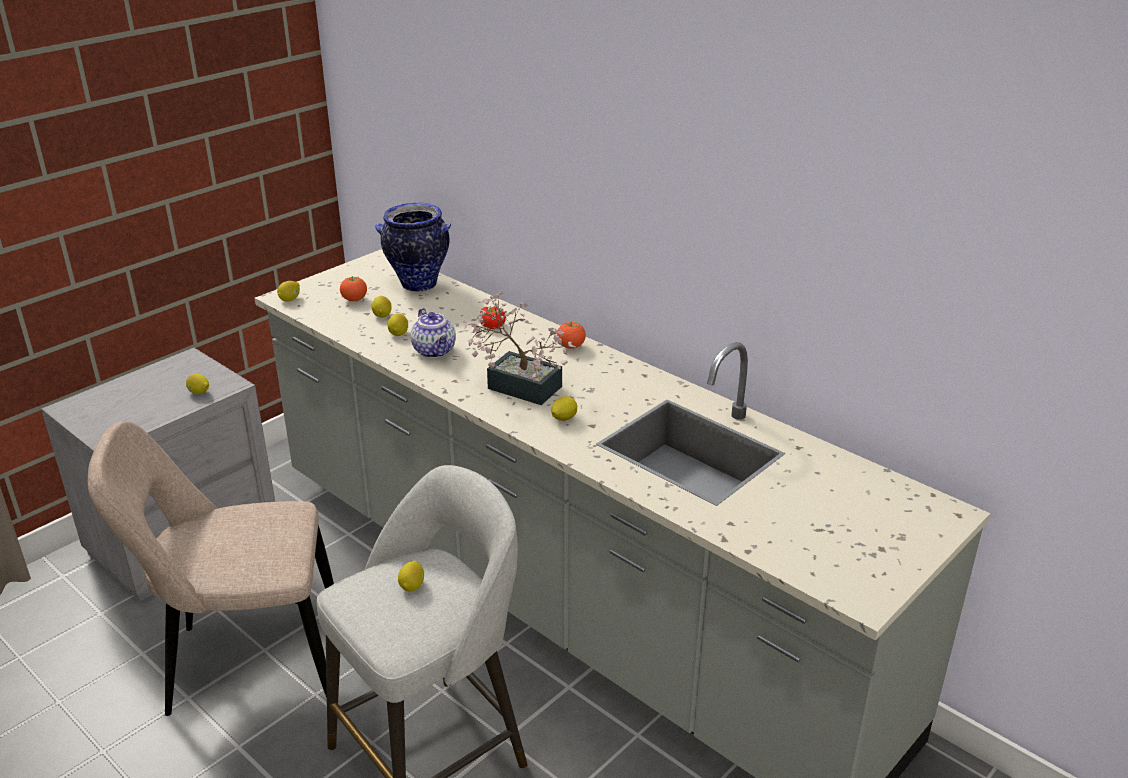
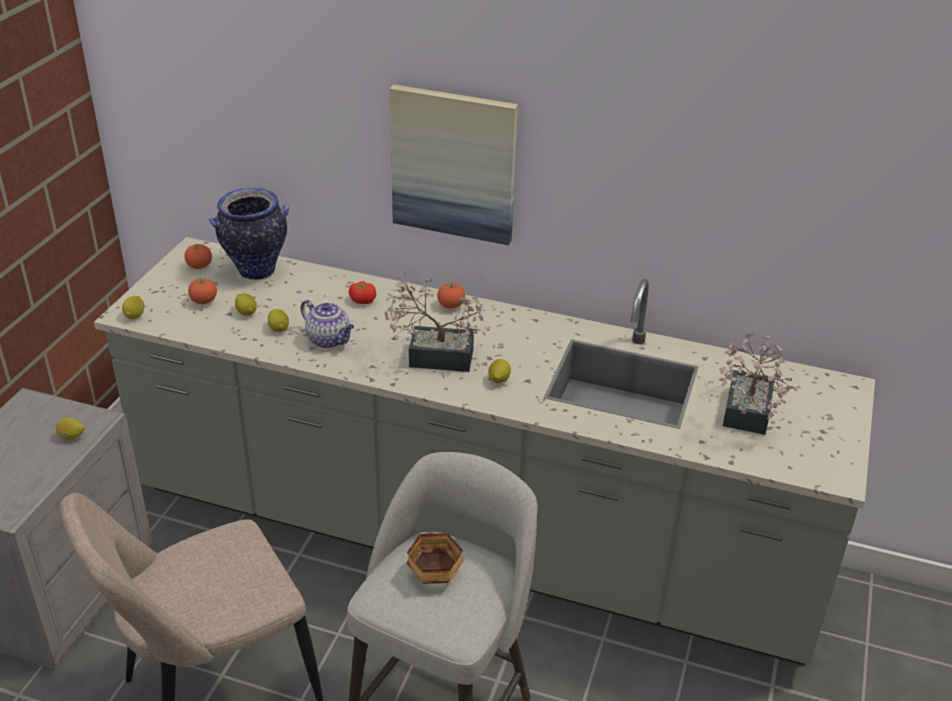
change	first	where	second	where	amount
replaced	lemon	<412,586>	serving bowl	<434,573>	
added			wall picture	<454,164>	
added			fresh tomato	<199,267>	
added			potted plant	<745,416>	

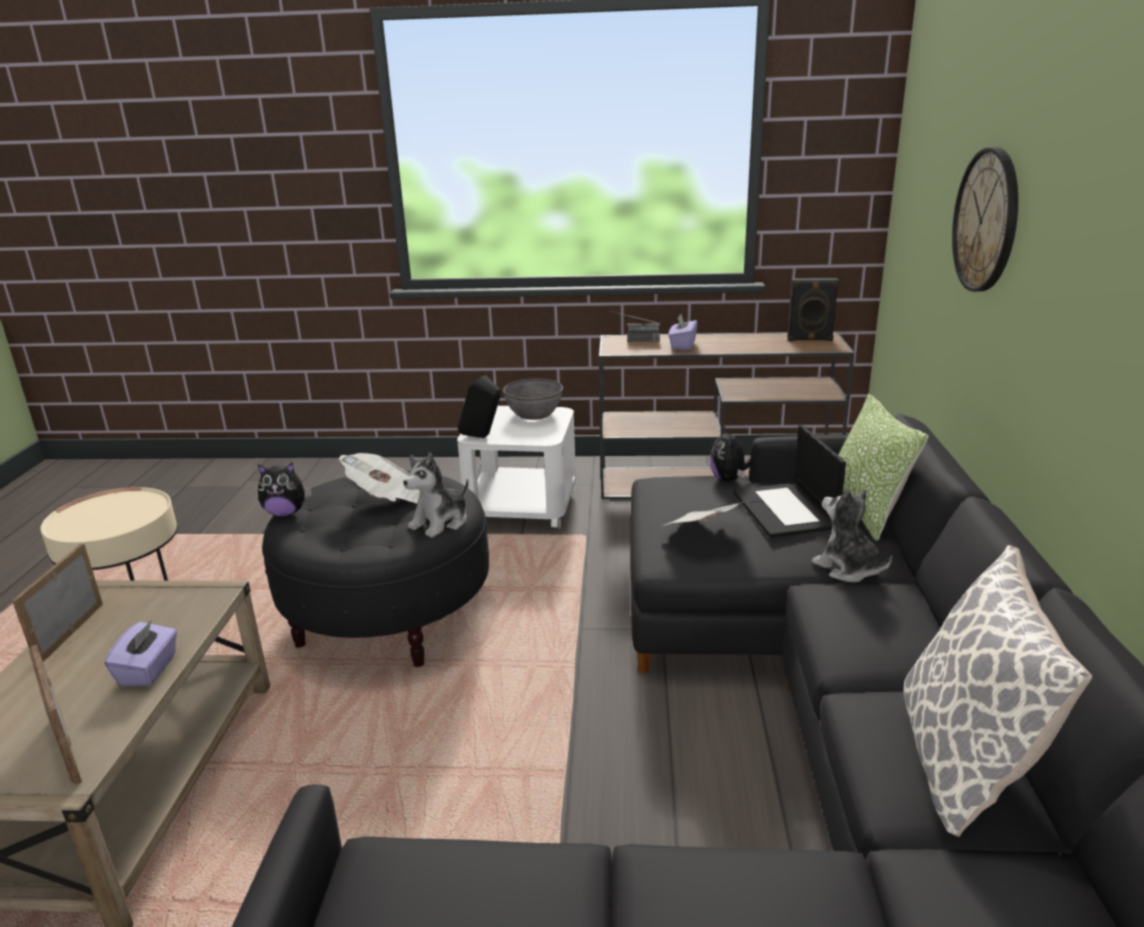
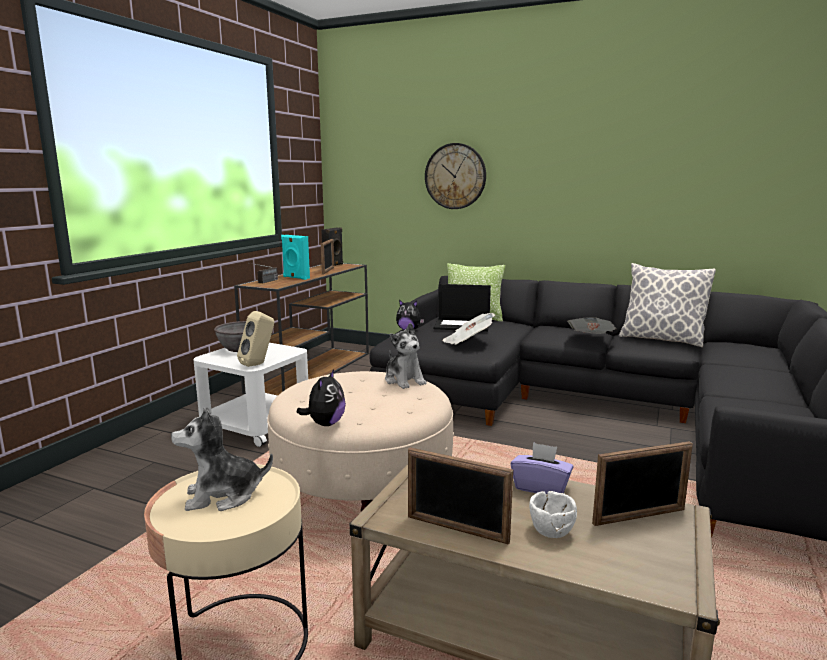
change	first	where	second	where	amount
replaced	tissue box in purple-coloured	<682,345>	speaker in turquoise-coloured	<295,278>	
recoloured	speaker in blackish	<483,437>	speaker in beige-coloured	<259,364>	
moved	printed paper	<387,498>		<591,339>	
recoloured	ottoman in blackish	<390,617>	ottoman in beige-coloured	<363,492>	
moved	plush toy	<847,568>		<223,496>	
added			picture frame	<328,271>	
added			serving bowl in whitish	<550,530>	

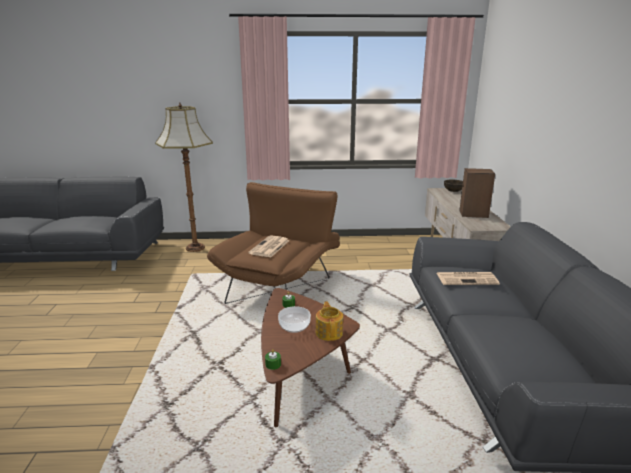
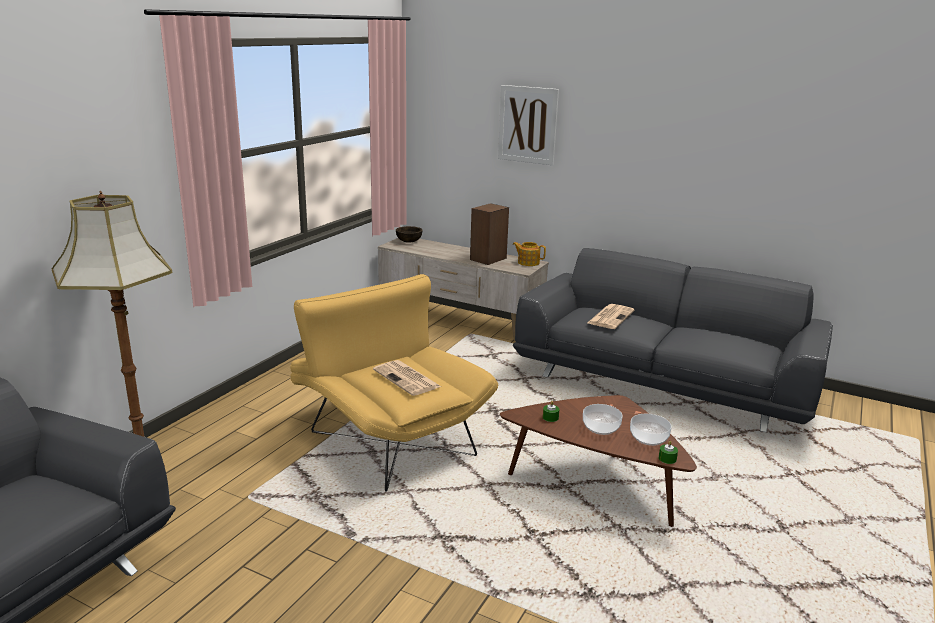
change	first	where	second	where	amount
recoloured	armchair in brown-coloured	<281,286>	armchair in yellow	<388,436>	
moved	pot for tea	<329,332>		<528,262>	
added			wall picture	<527,125>	
added			serving bowl	<649,438>	

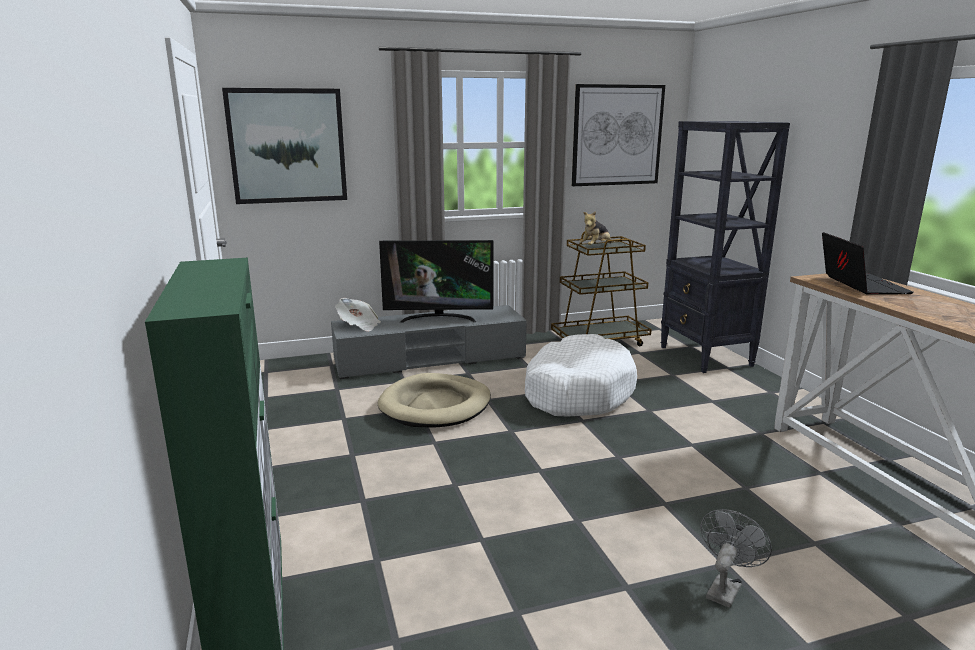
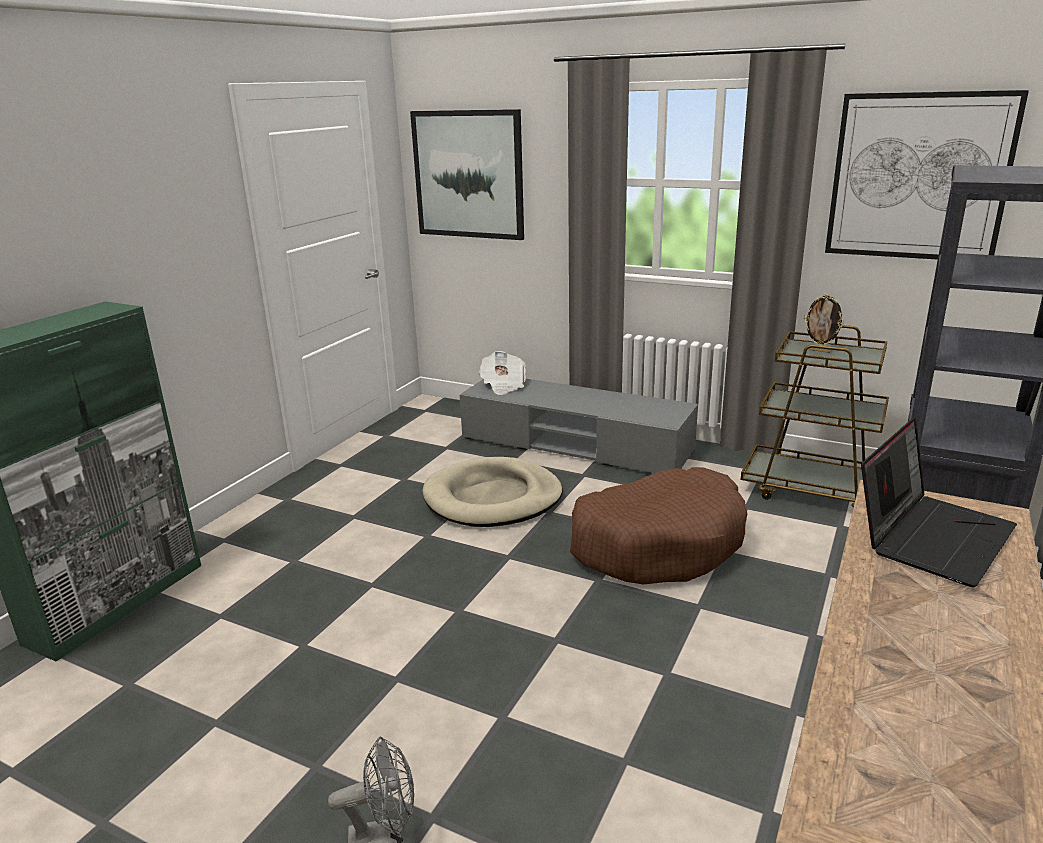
change	first	where	second	where	amount
replaced	plush toy	<596,247>	picture frame	<820,350>	
removed	TV	<438,318>			
recoloured	dog bed in whitish	<577,391>	dog bed in brown-coloured	<658,543>	

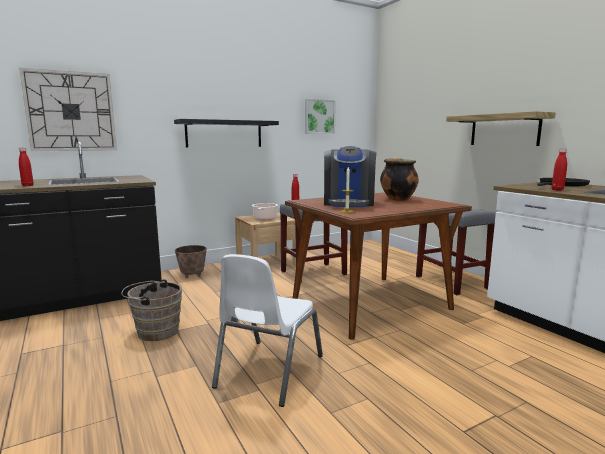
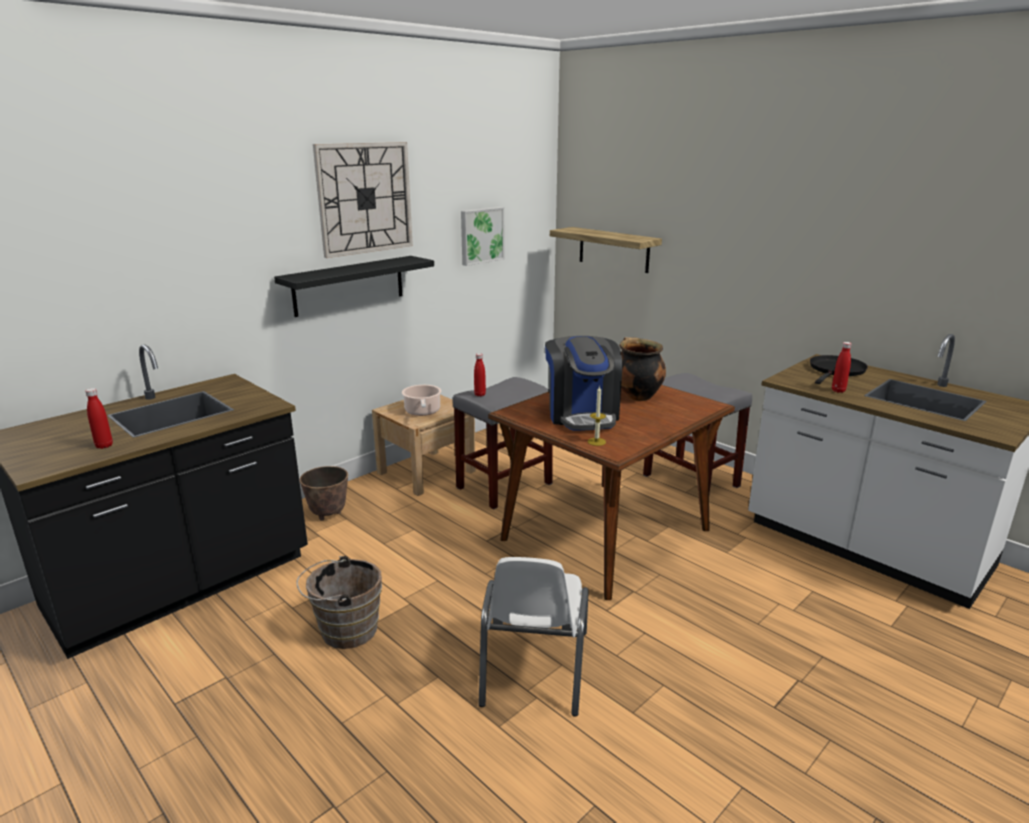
change	first	where	second	where	amount
moved	wall clock	<71,111>		<365,198>	
moved	shelf	<504,130>		<613,249>	

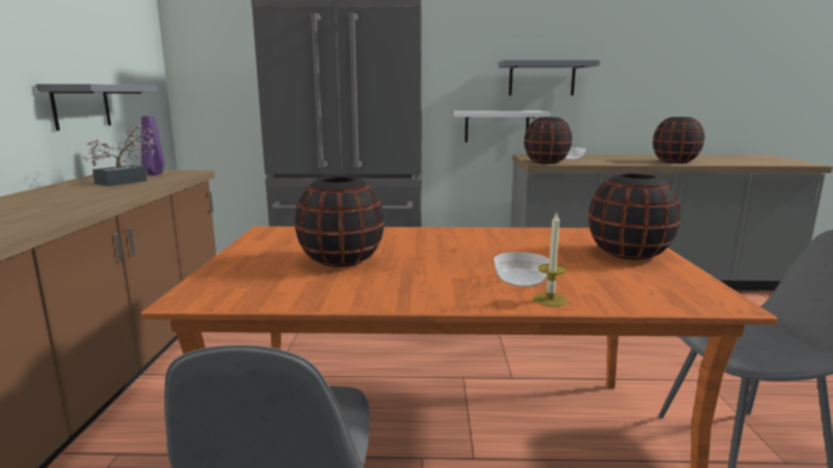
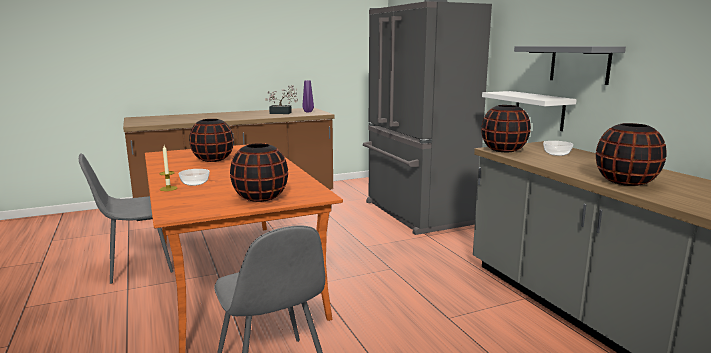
change	first	where	second	where	amount
removed	shelf in grey	<81,106>			

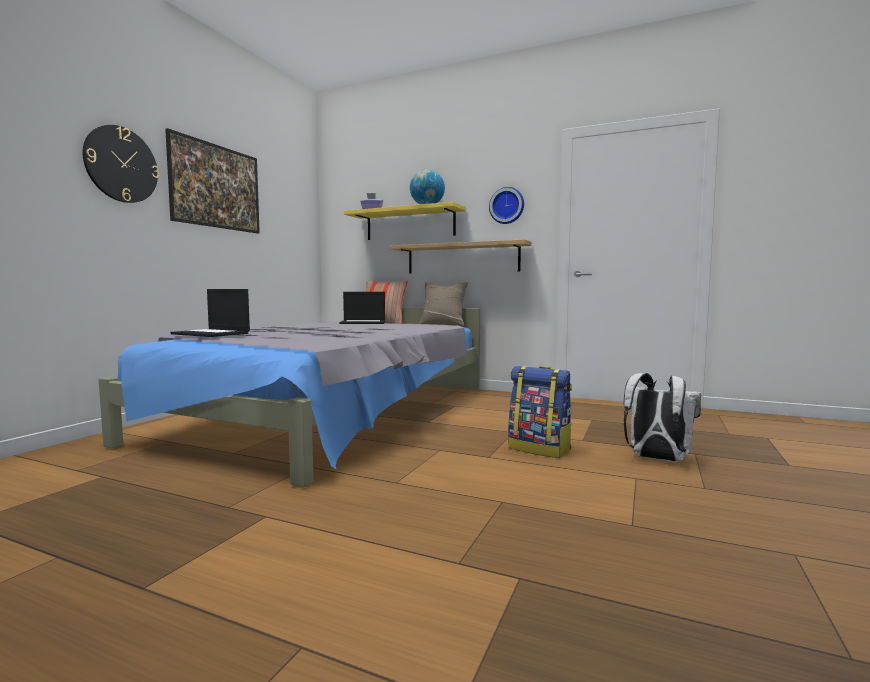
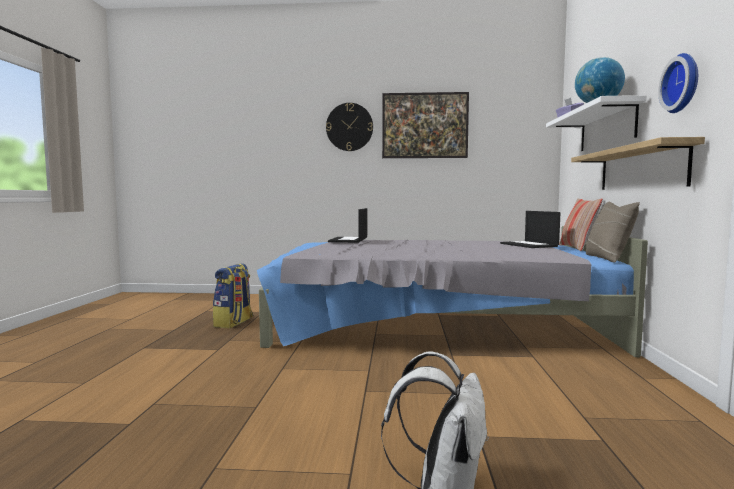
change	first	where	second	where	amount
recoloured	shelf in yellow	<410,224>	shelf in whitish	<606,128>	
moved	backpack	<540,449>		<234,323>	

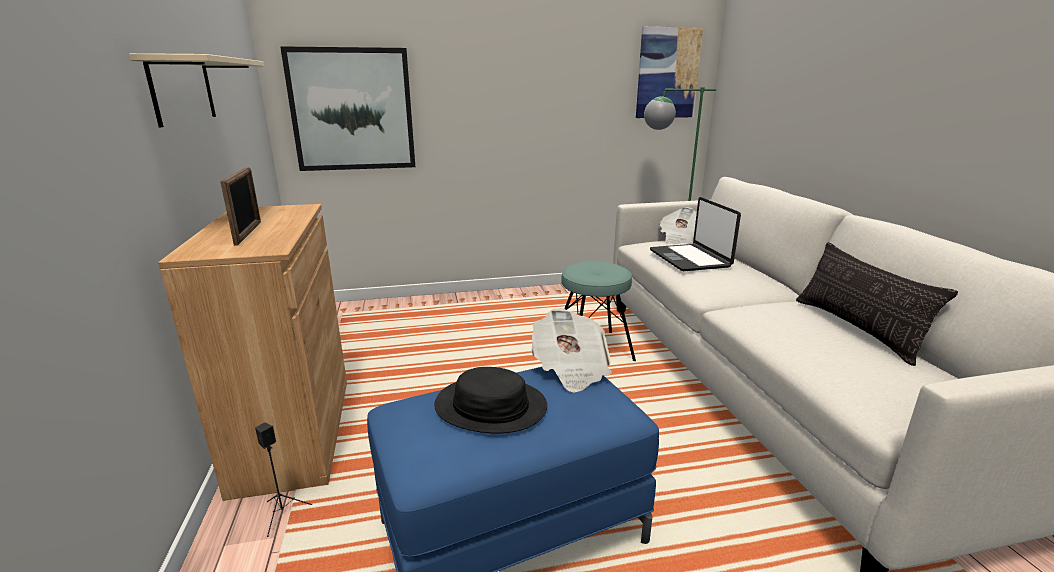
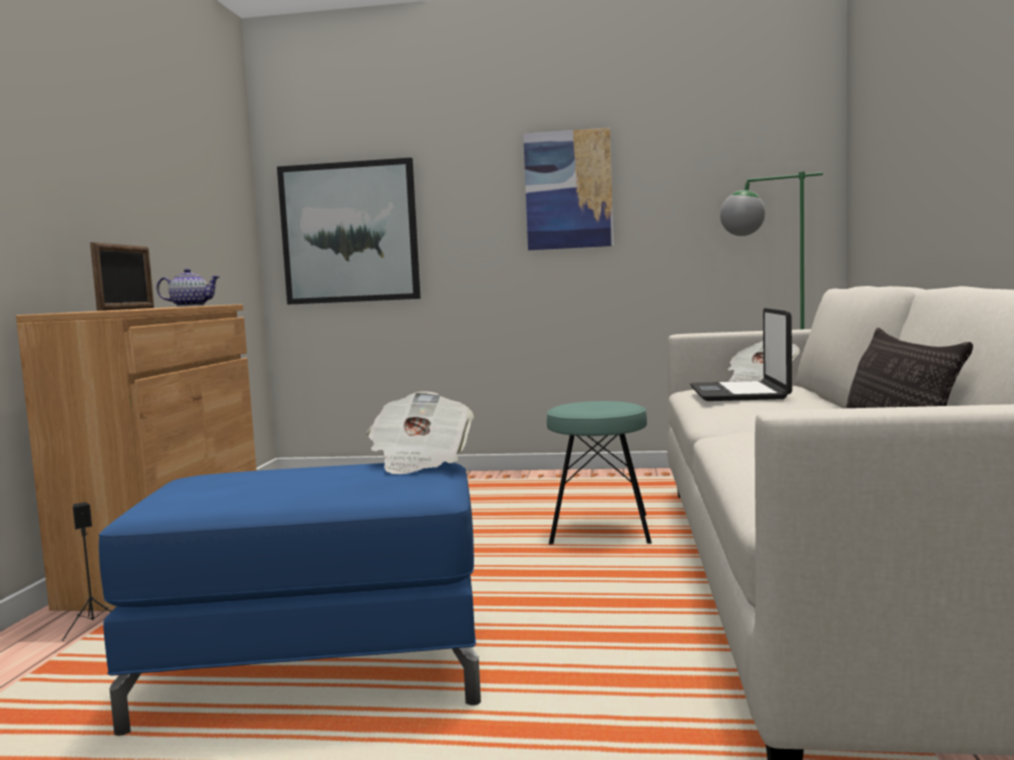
change	first	where	second	where	amount
moved	wall picture	<667,73>		<568,190>	
removed	shelf in beige-coloured	<183,90>			
removed	hat in blackish	<490,407>			
added			pot for tea	<190,306>	

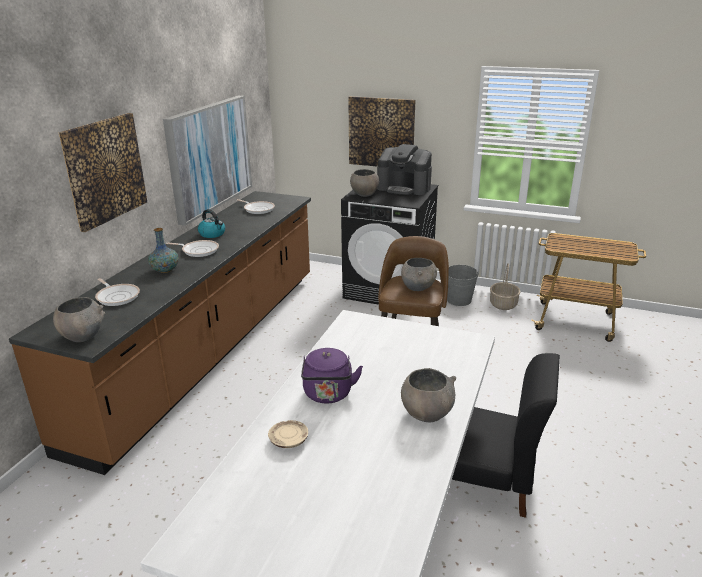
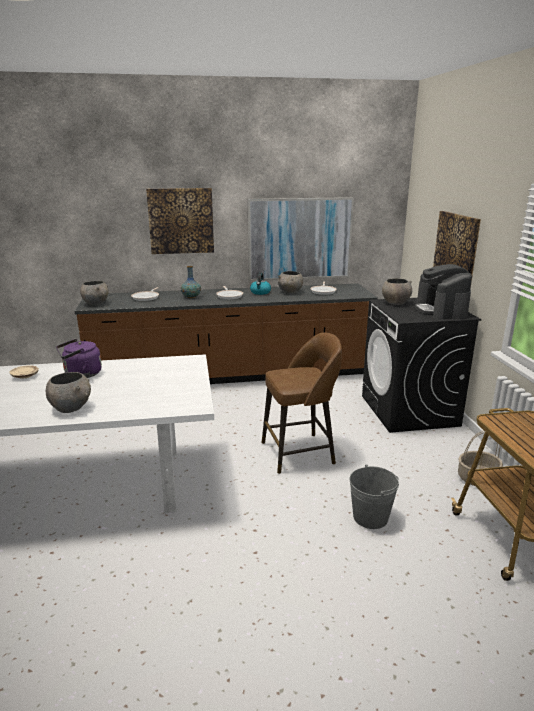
change	first	where	second	where	amount
moved	serving bowl in grey	<418,287>		<290,292>	
moved	bucket in grey	<459,300>		<370,517>	
removed	plain chair in blackish	<487,481>			

